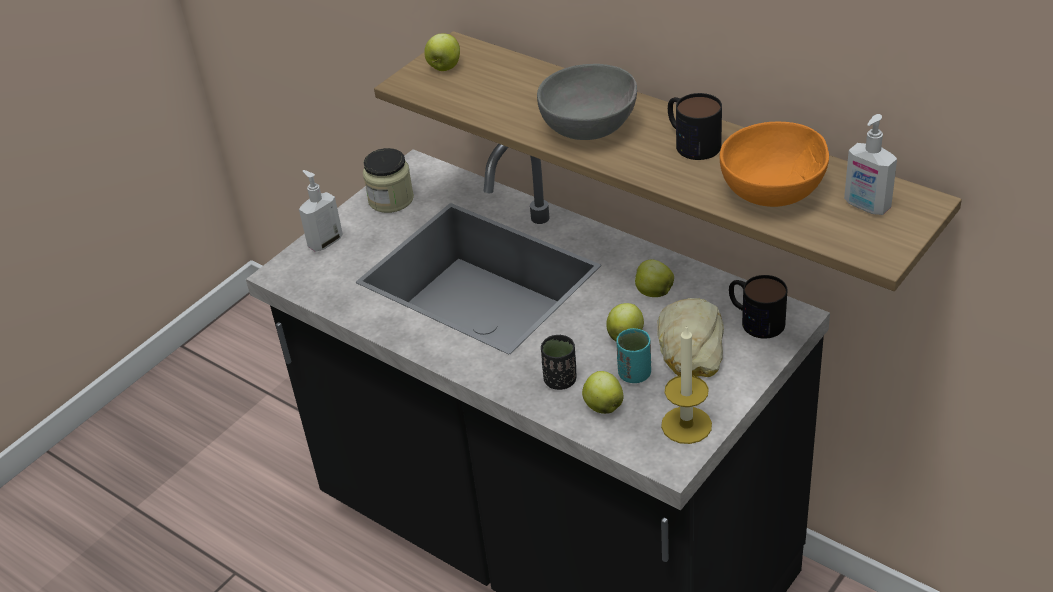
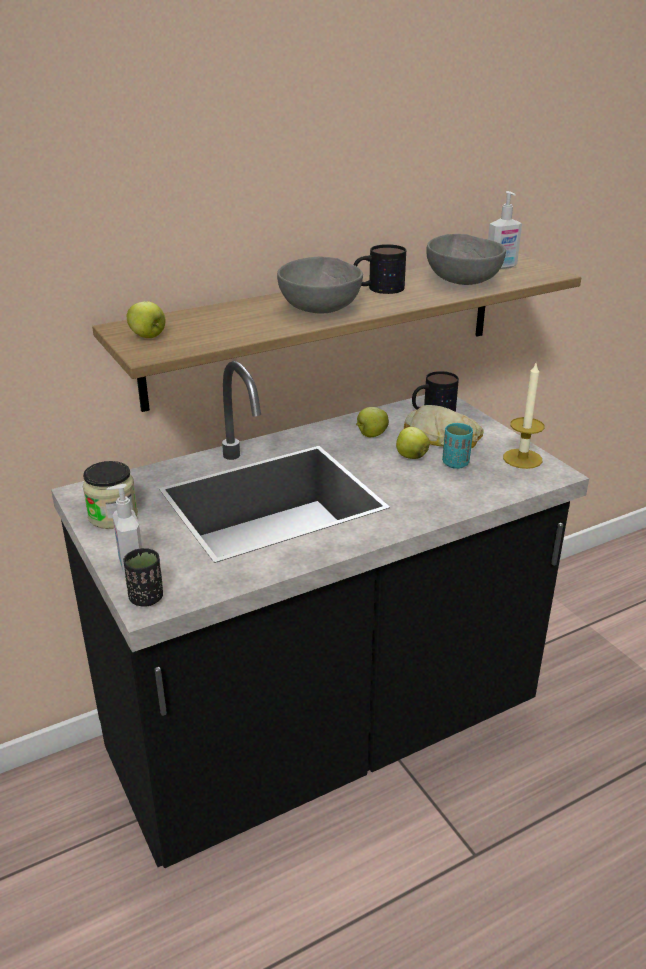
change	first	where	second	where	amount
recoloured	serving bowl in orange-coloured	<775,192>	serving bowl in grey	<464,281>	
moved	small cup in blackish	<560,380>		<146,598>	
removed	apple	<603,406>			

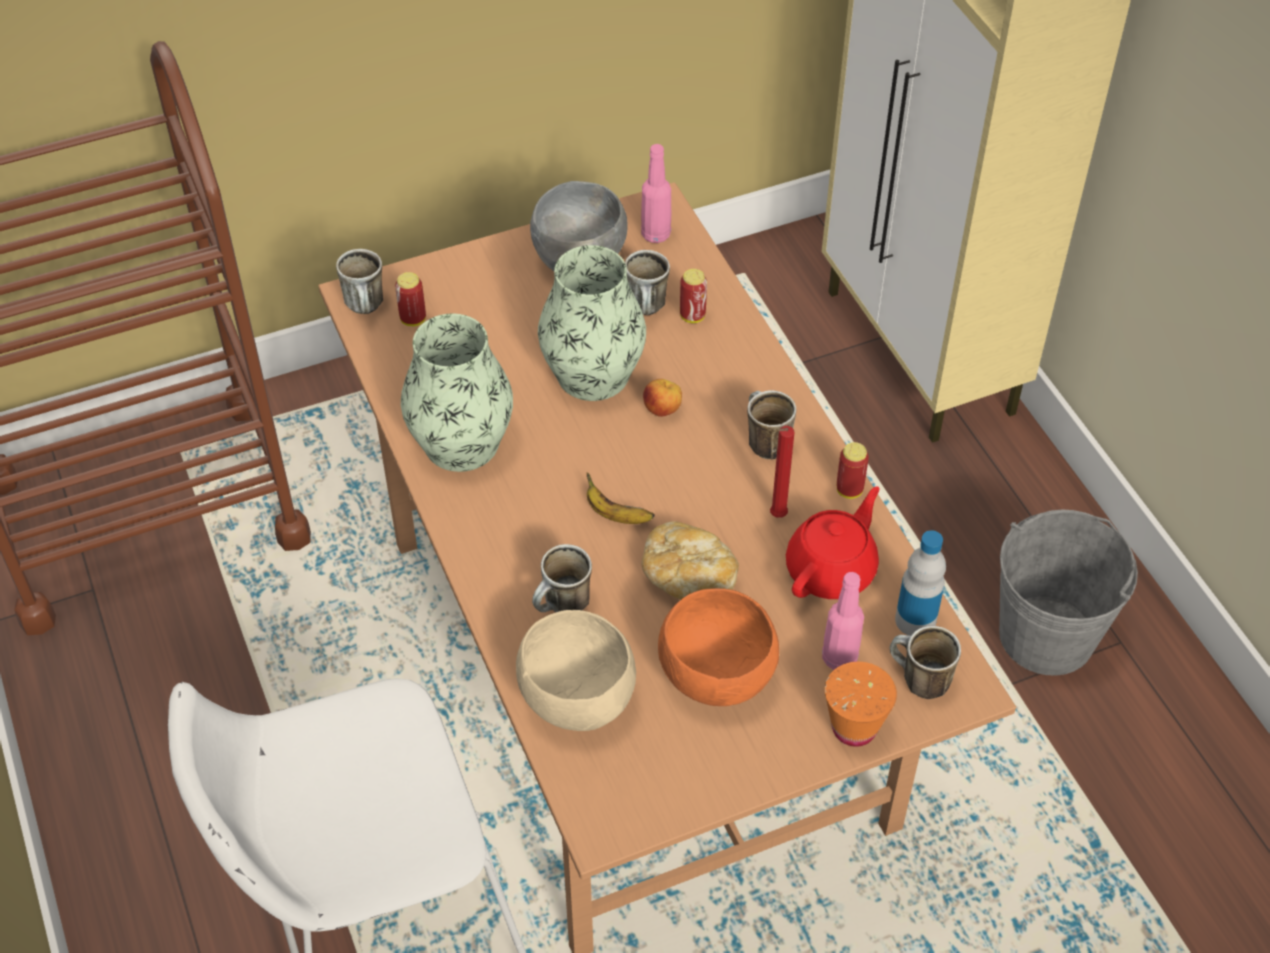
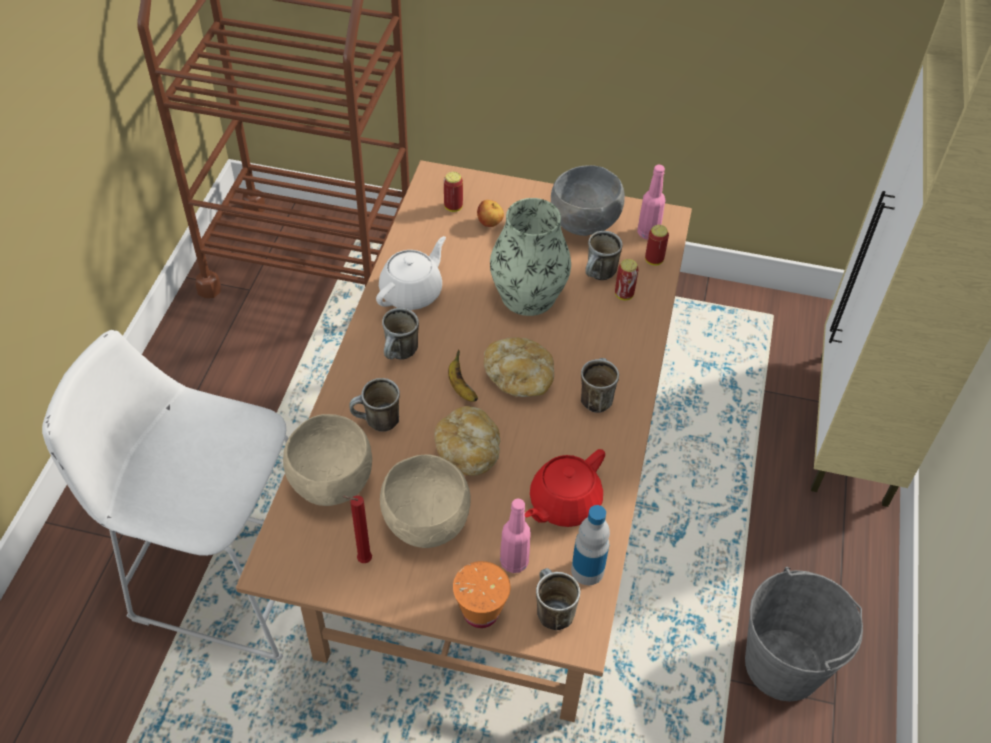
change	first	where	second	where	amount
moved	coffee mug	<367,308>		<400,355>	
replaced	vase	<461,442>	pot for tea in whitish	<412,292>	
moved	apple	<663,410>		<490,224>	
moved	wax light in red	<776,517>		<362,560>	
moved	sealed can	<849,490>		<654,260>	
turned	pot for tea in red	<832,569>		<563,503>	150 degrees clockwise
recoloured	serving bowl in orange-coloured	<716,676>	serving bowl in beige-coloured	<426,522>	
added			bread	<519,378>	

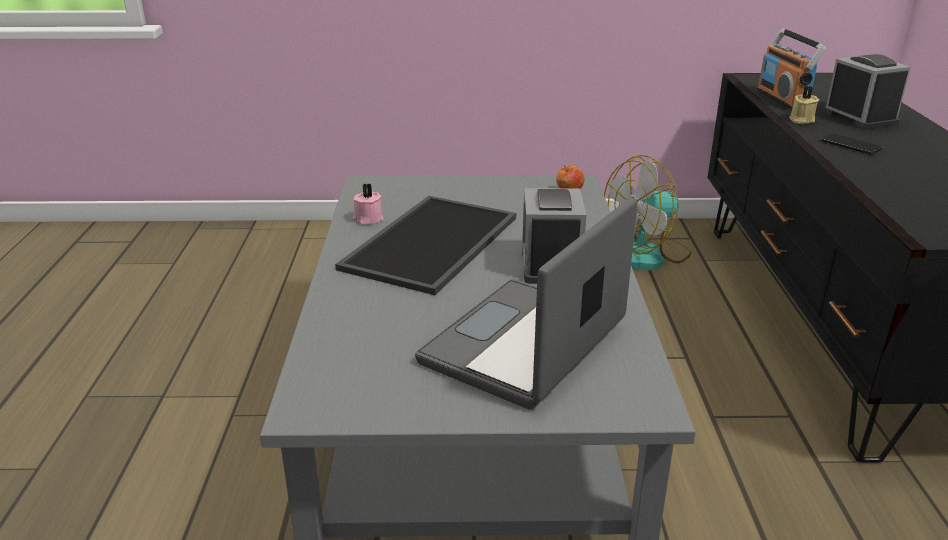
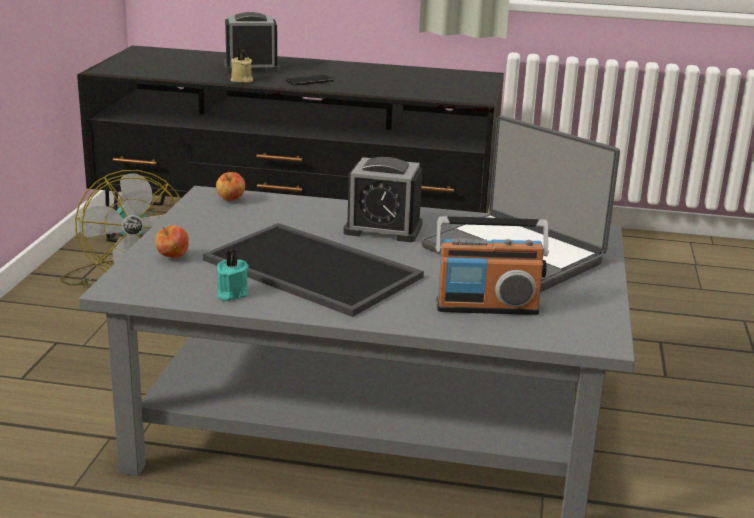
change	first	where	second	where	amount
moved	radio set	<782,99>		<486,307>	
recoloured	wax light in pink-coloured	<367,219>	wax light in turquoise-coloured	<231,293>	
added			apple	<173,257>	

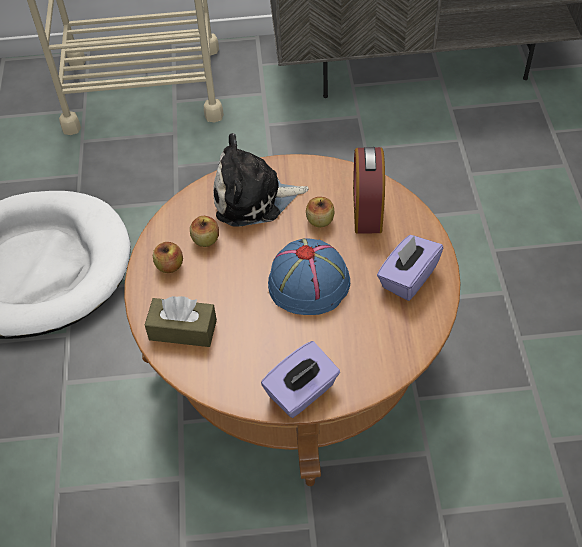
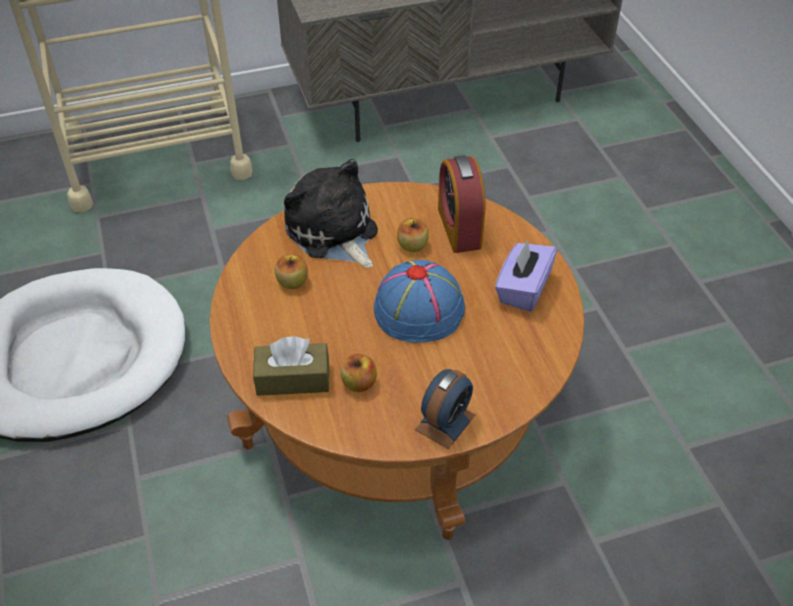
change	first	where	second	where	amount
turned	plush toy	<253,198>		<333,233>	75 degrees clockwise
moved	apple	<170,266>		<359,383>	
replaced	tissue box in purple-coloured	<302,392>	bedside clock	<445,422>	

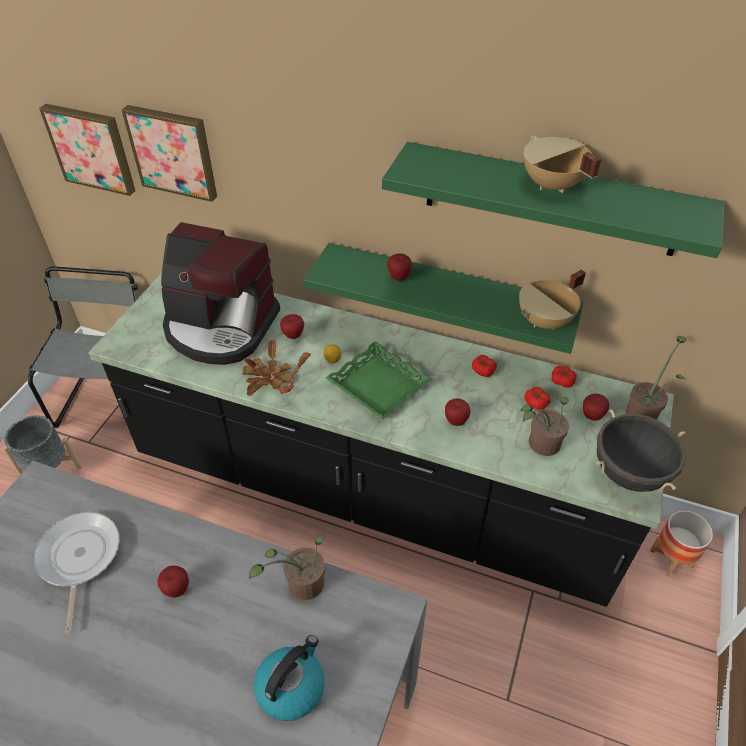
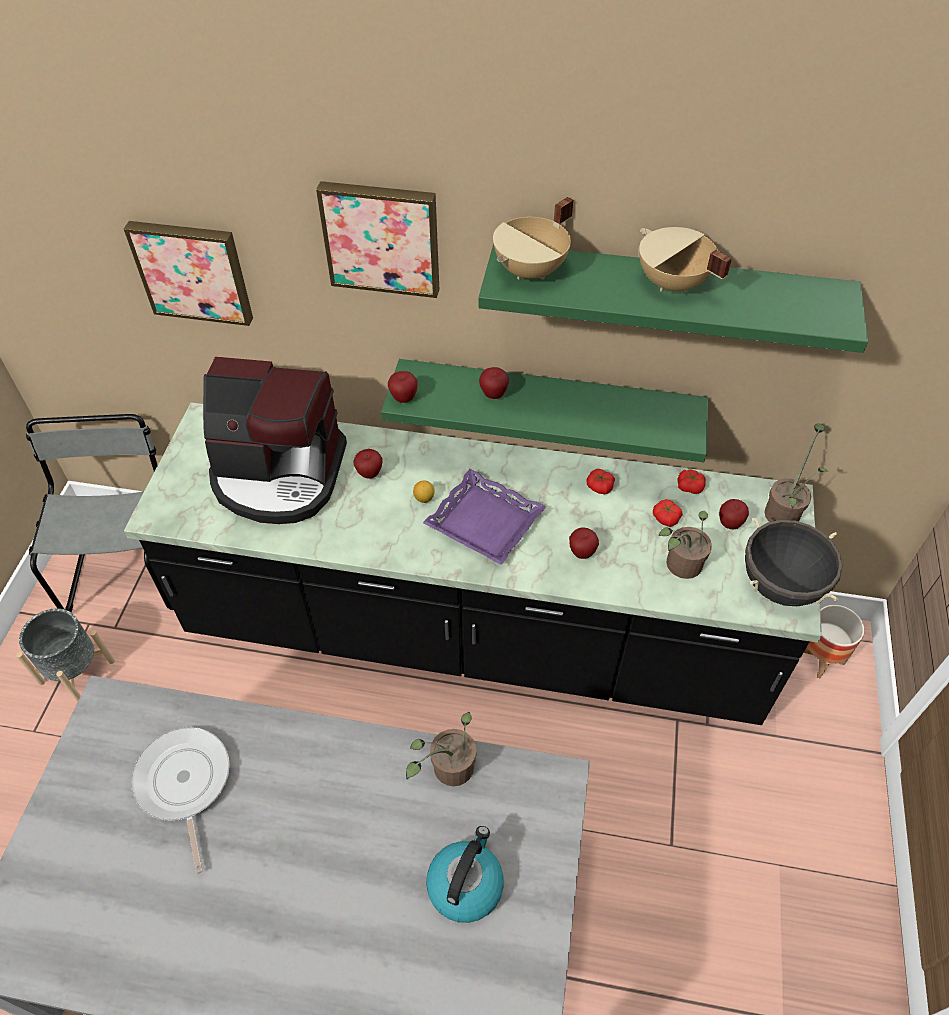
change	first	where	second	where	amount
moved	wall picture	<91,148>		<382,237>	
moved	saucepot in beige-coloured	<545,322>		<531,271>	
removed	potted plant	<271,379>			
recoloured	carrying tray in green	<377,385>	carrying tray in purple-coloured	<484,522>	
moved	apple	<177,589>		<404,398>	

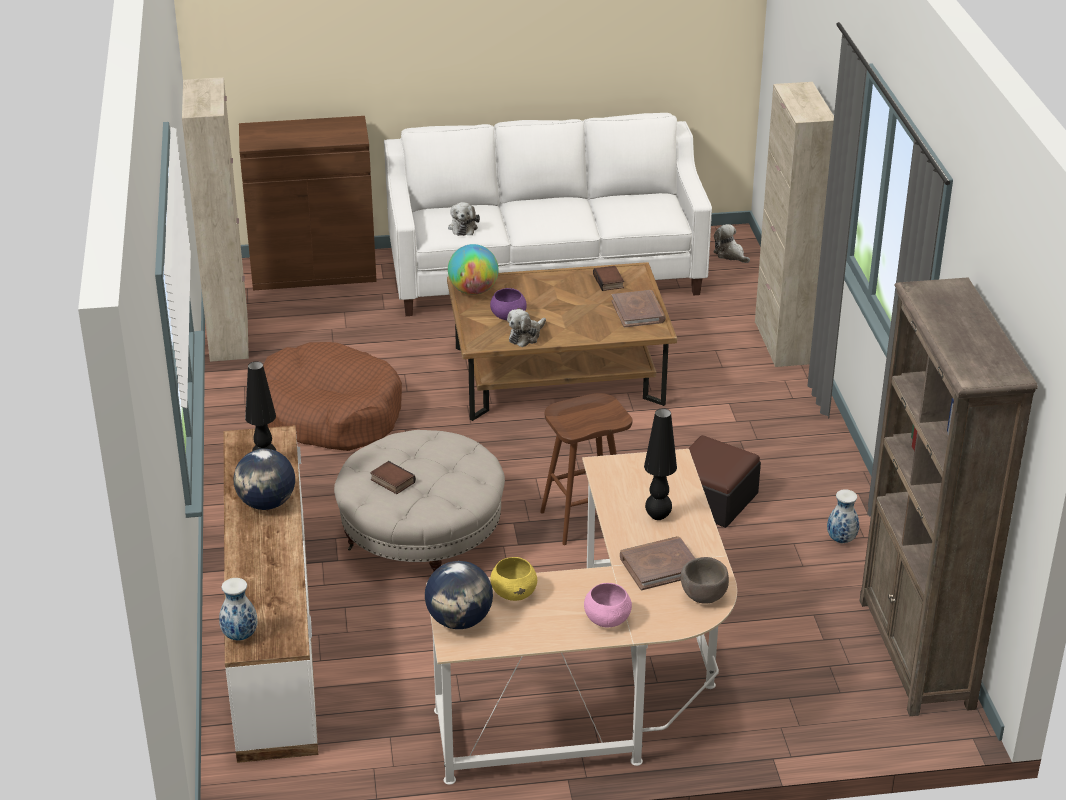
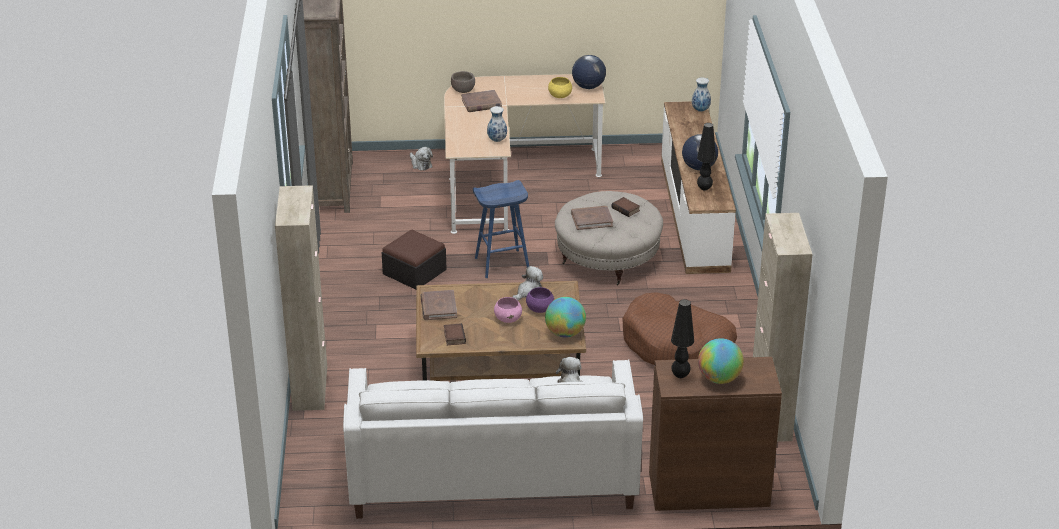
change	first	where	second	where	amount
moved	plush toy	<730,254>		<420,164>	
recoloured	stool in brown-coloured	<584,519>	stool in bluish	<501,264>	
moved	lamp for a table in blackish	<658,516>		<680,375>	
moved	vase	<840,540>		<497,140>	
moved	serving bowl in pink-coloured	<606,620>		<508,319>	
added			bound book in brown-coloured	<591,219>	
added			globe	<719,378>	

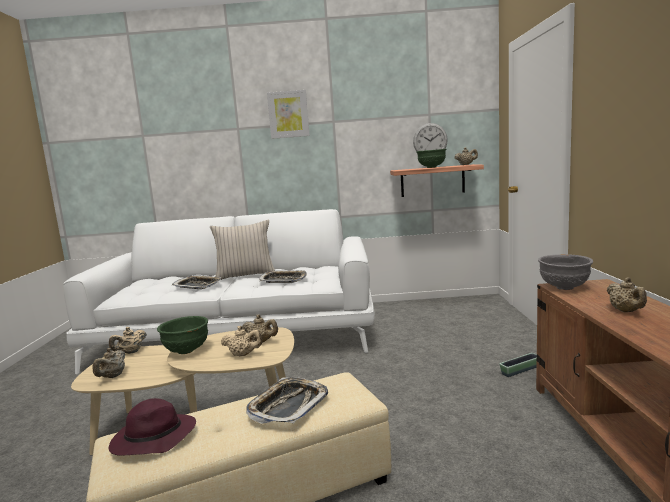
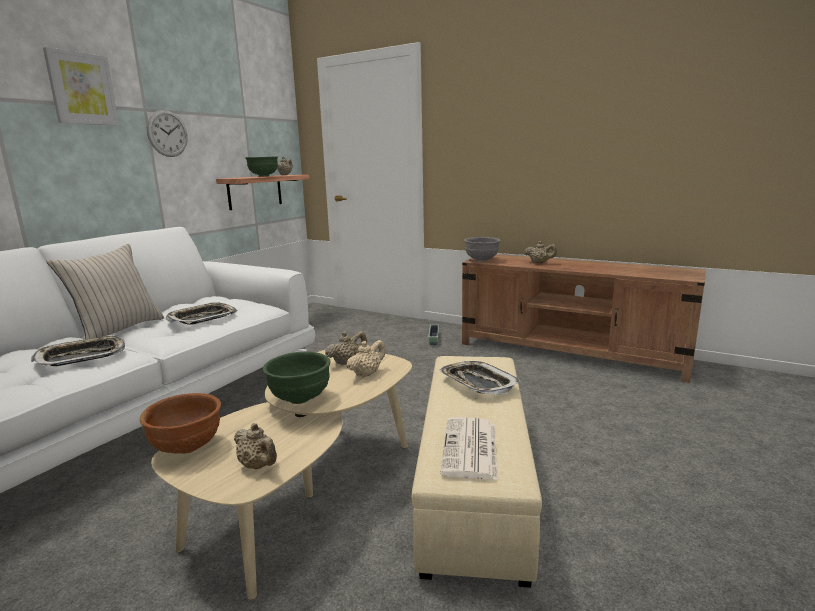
change	first	where	second	where	amount
moved	wall clock	<430,140>		<167,133>	
replaced	pot for tea in beige-coloured	<130,352>	serving bowl in brown-coloured	<188,448>	
replaced	hat in purple-coloured	<153,440>	printed paper	<470,449>	

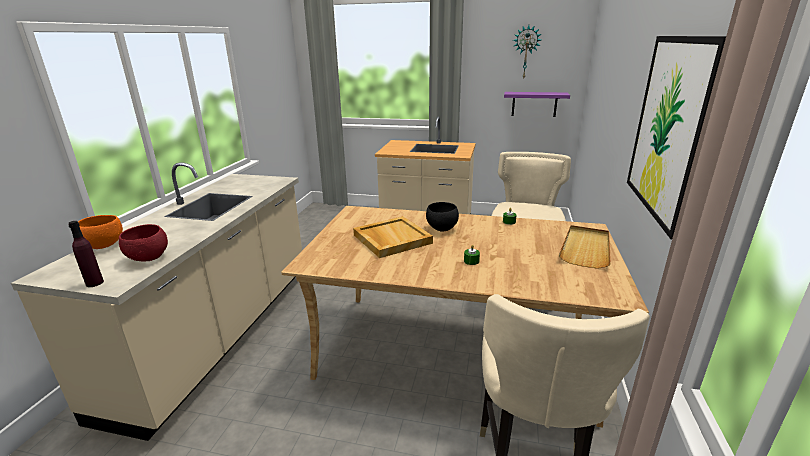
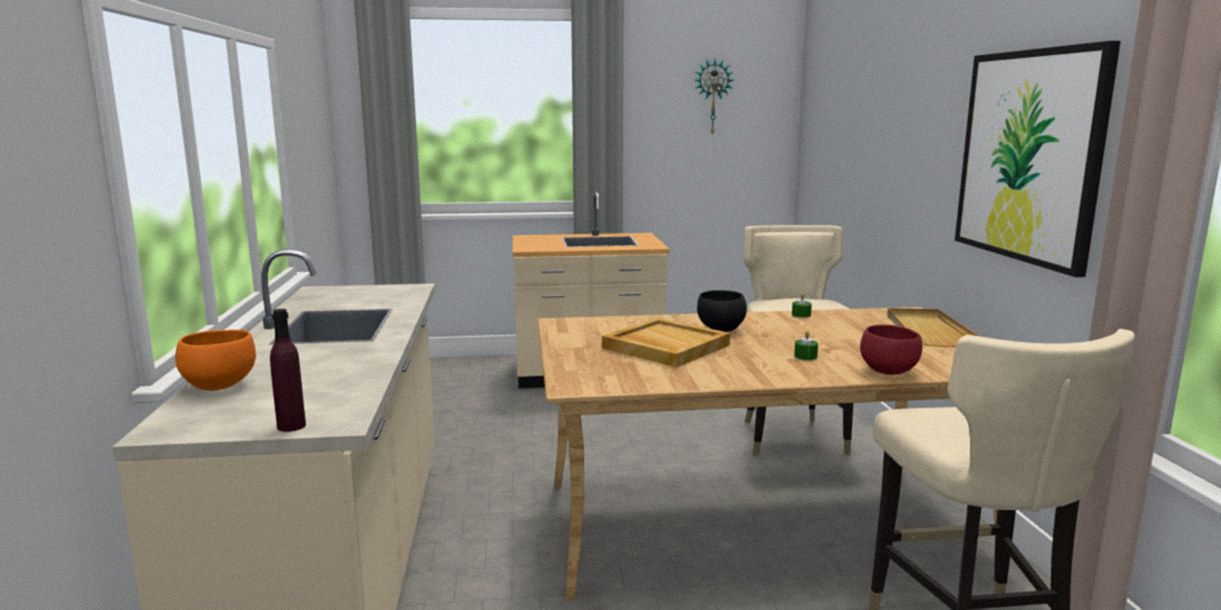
change	first	where	second	where	amount
removed	shelf in purple-coloured	<534,104>			
moved	serving bowl in red	<149,258>		<889,372>	

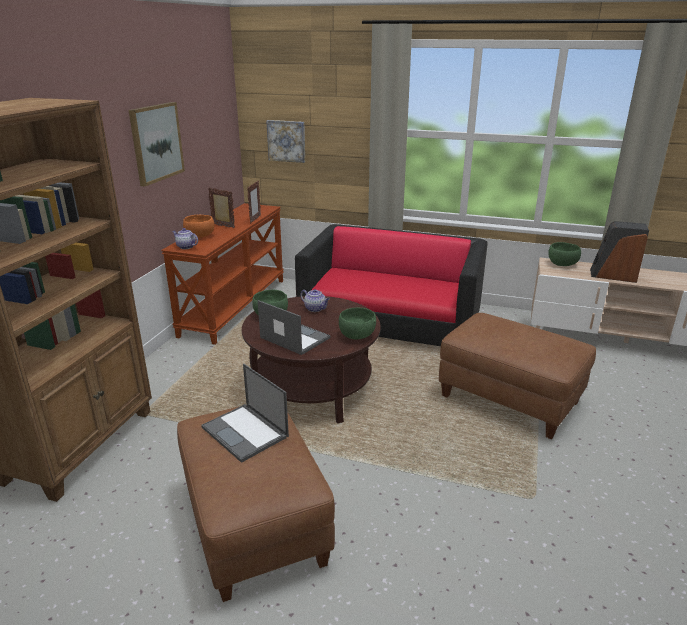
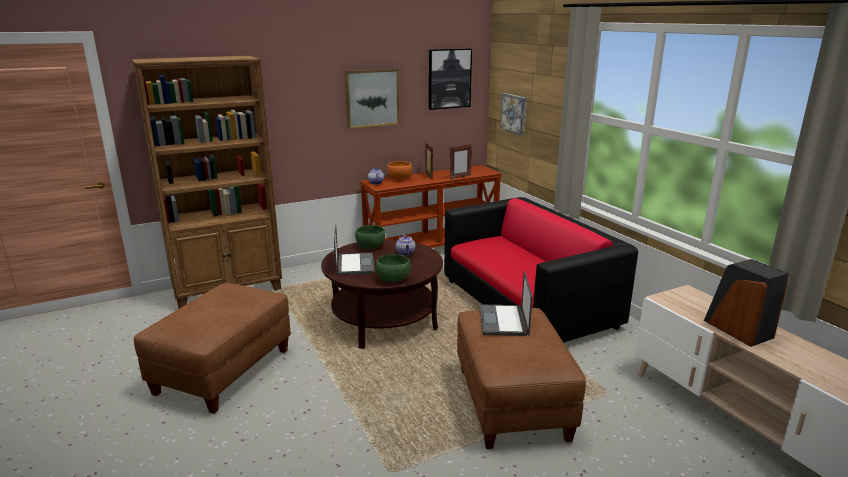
change	first	where	second	where	amount
removed	serving bowl in green	<562,264>			
moved	notebook computer	<246,432>		<504,321>	
added			wall picture	<449,78>	

